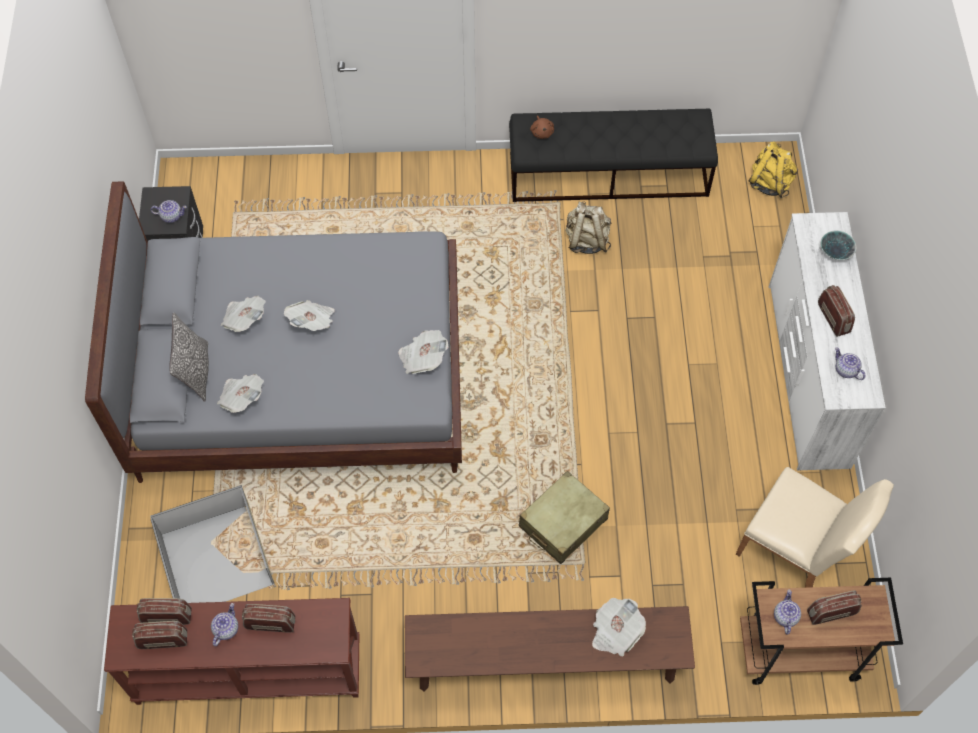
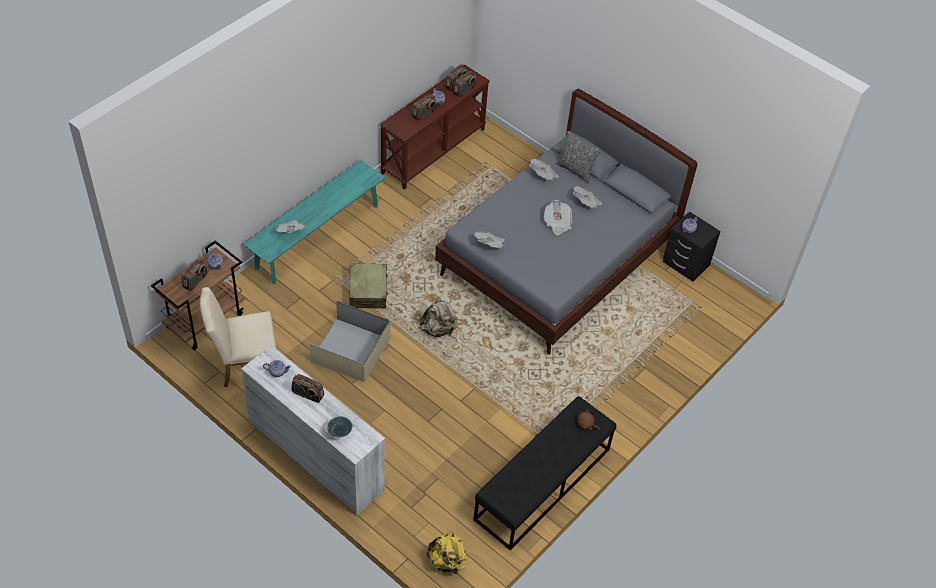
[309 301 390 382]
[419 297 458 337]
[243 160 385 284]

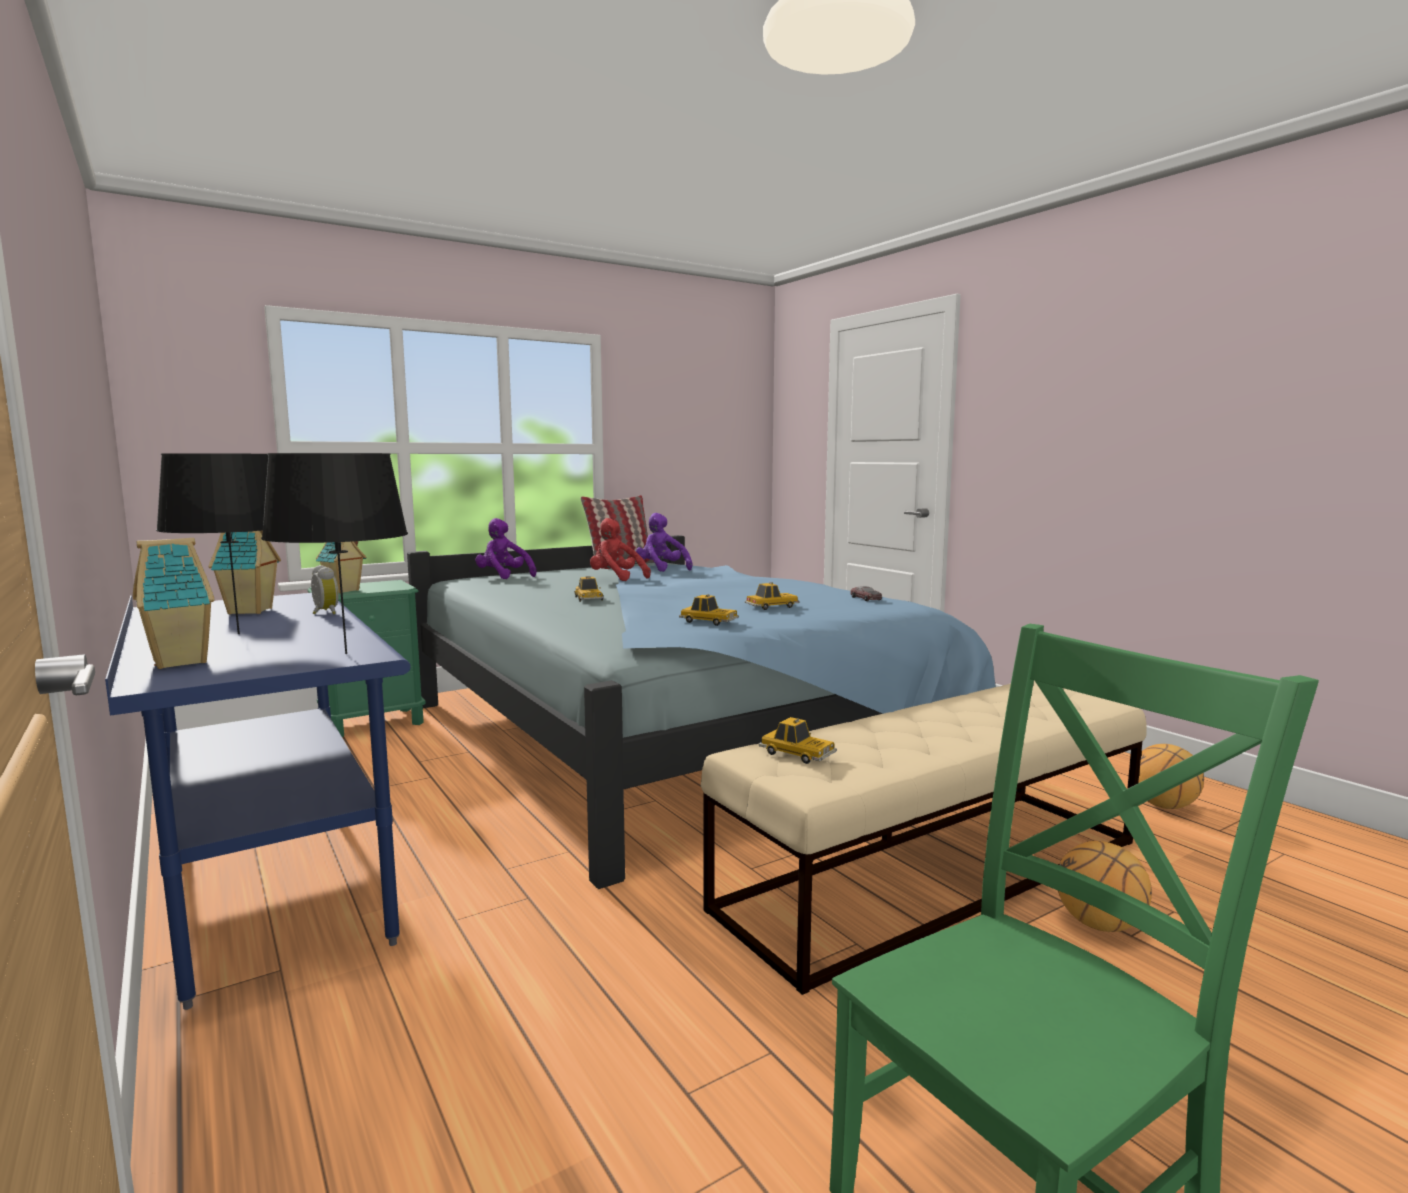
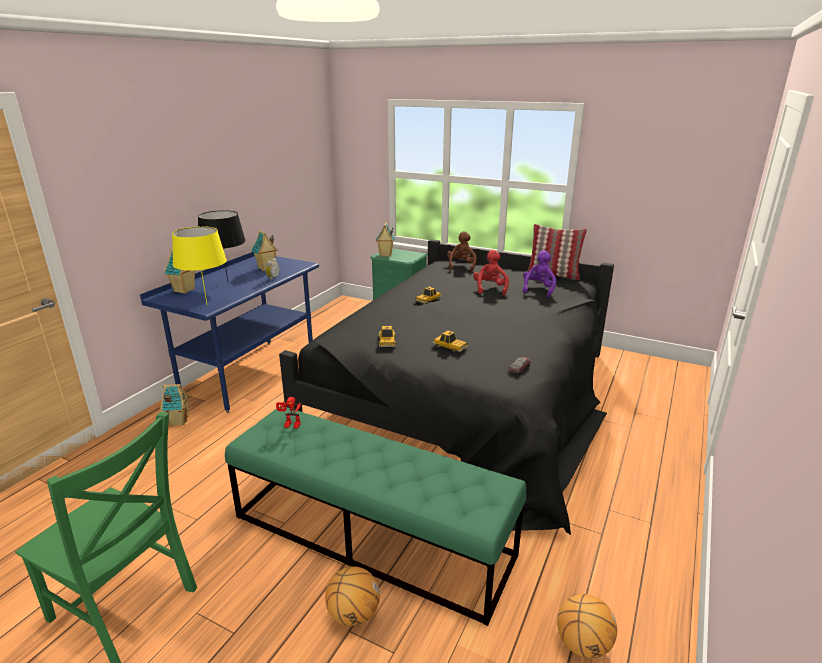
[160 384 189 426]
[276 397 303 429]
[172 226 227 303]
[279 239 614 535]
[447 231 477 272]
[225 406 527 626]

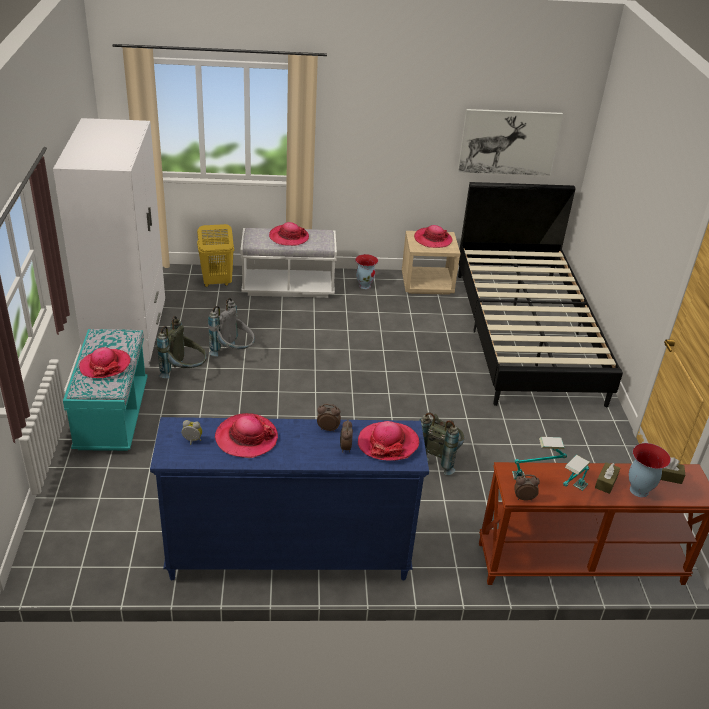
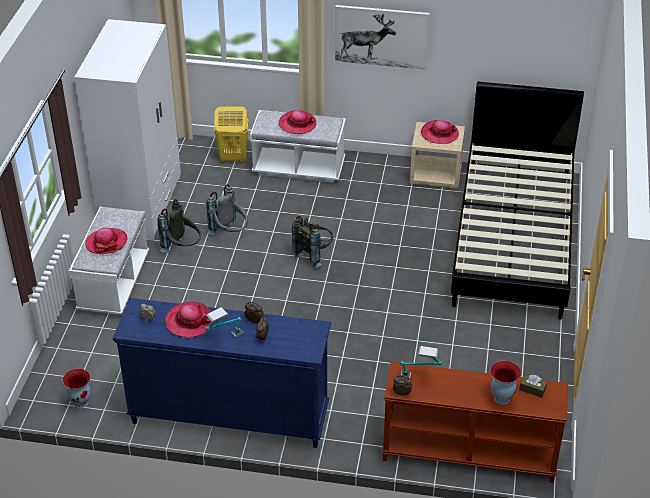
[358 421 419 461] (first image)
[595 462 620 494] (first image)
[63 369 91 408]
[292 216 334 268]
[335 5 430 70]
[205 307 244 337]
[69 207 149 315]

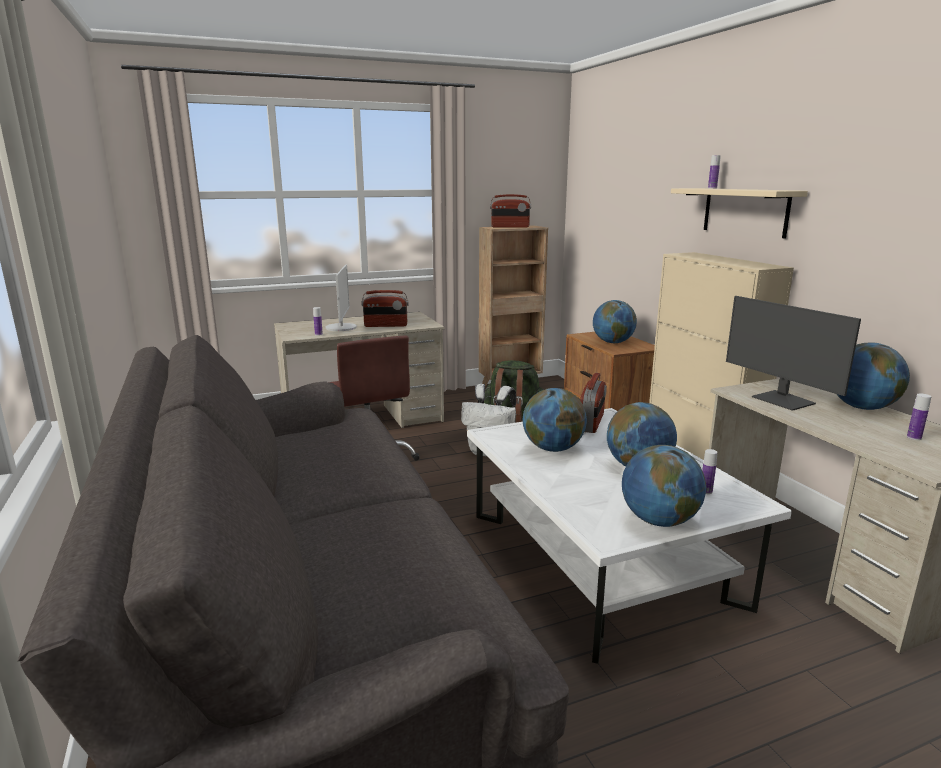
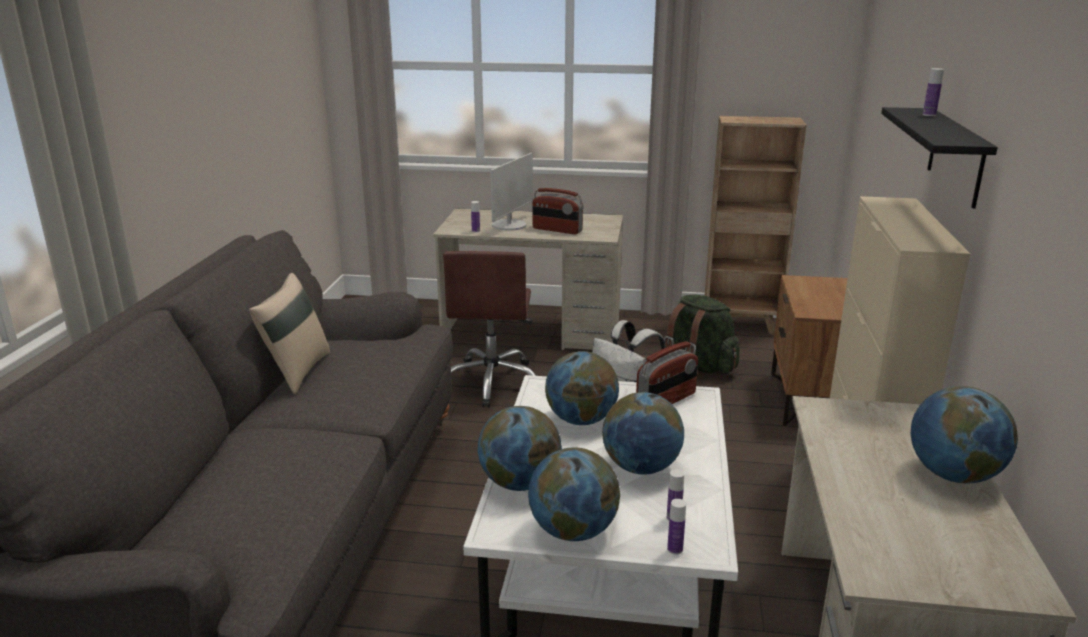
[490 194 531 228] (first image)
[726 296 861 411] (first image)
[249 273 330 394]
[478 406 562 491]
[667 499 686 555]
[881 107 998 209]

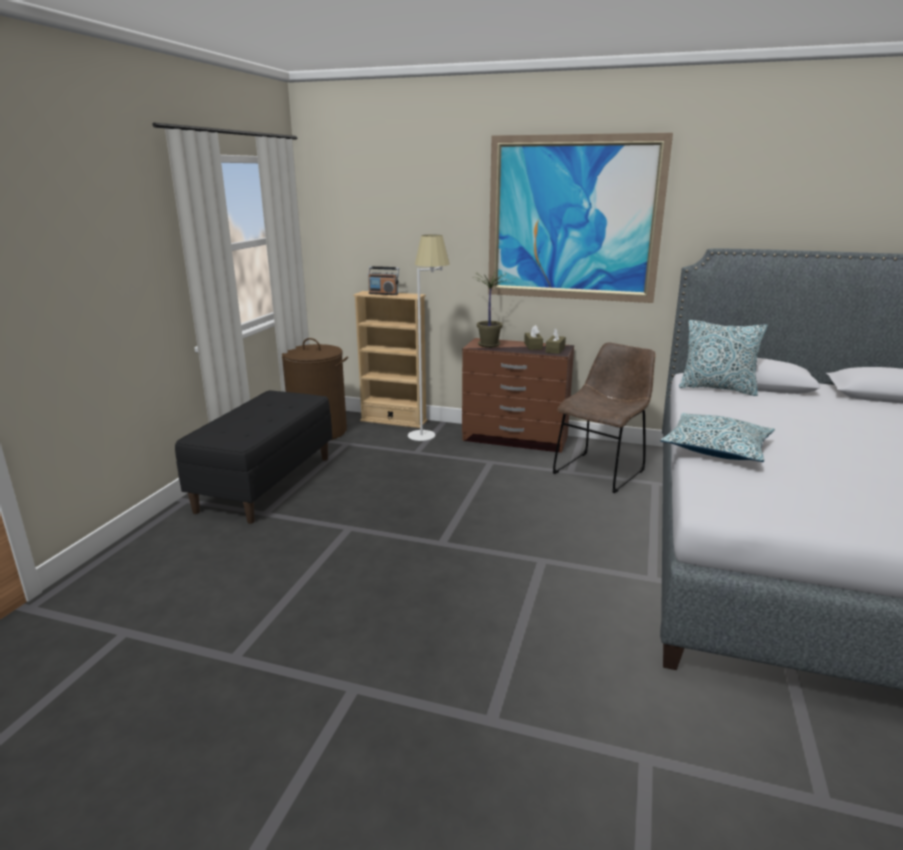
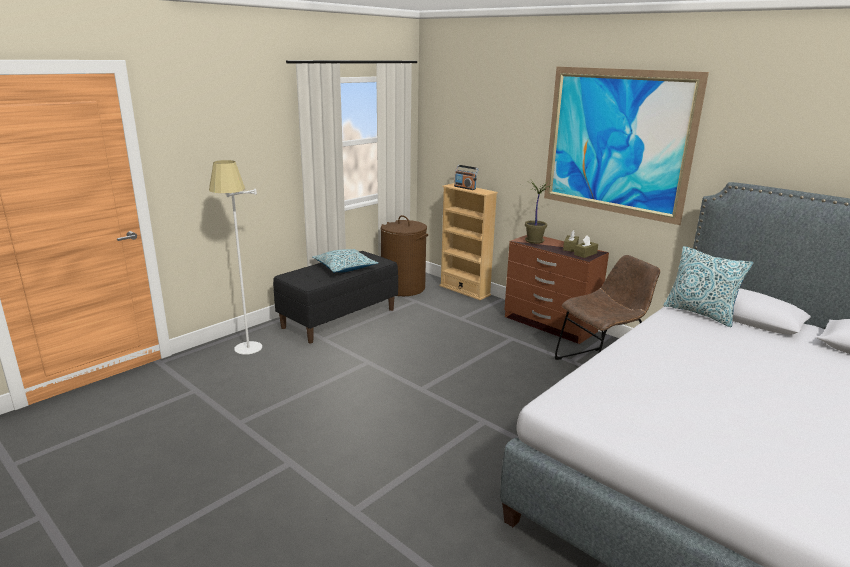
[209 160 262 355]
[312 249 378 273]

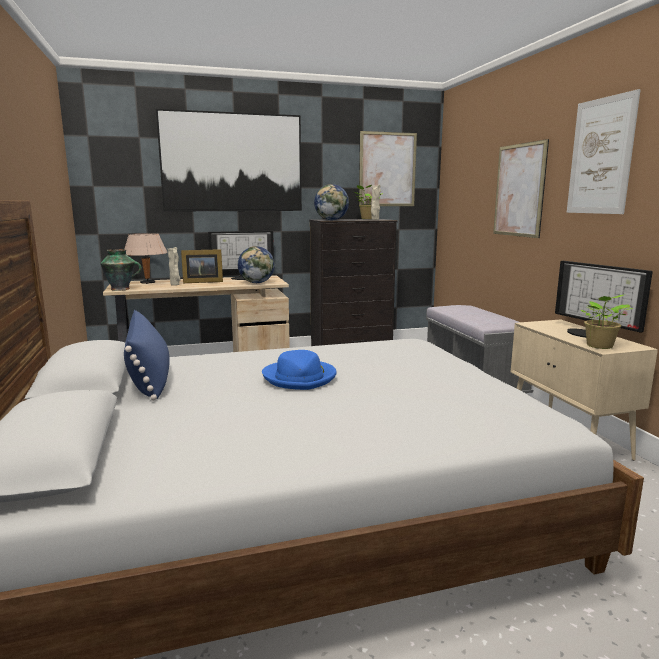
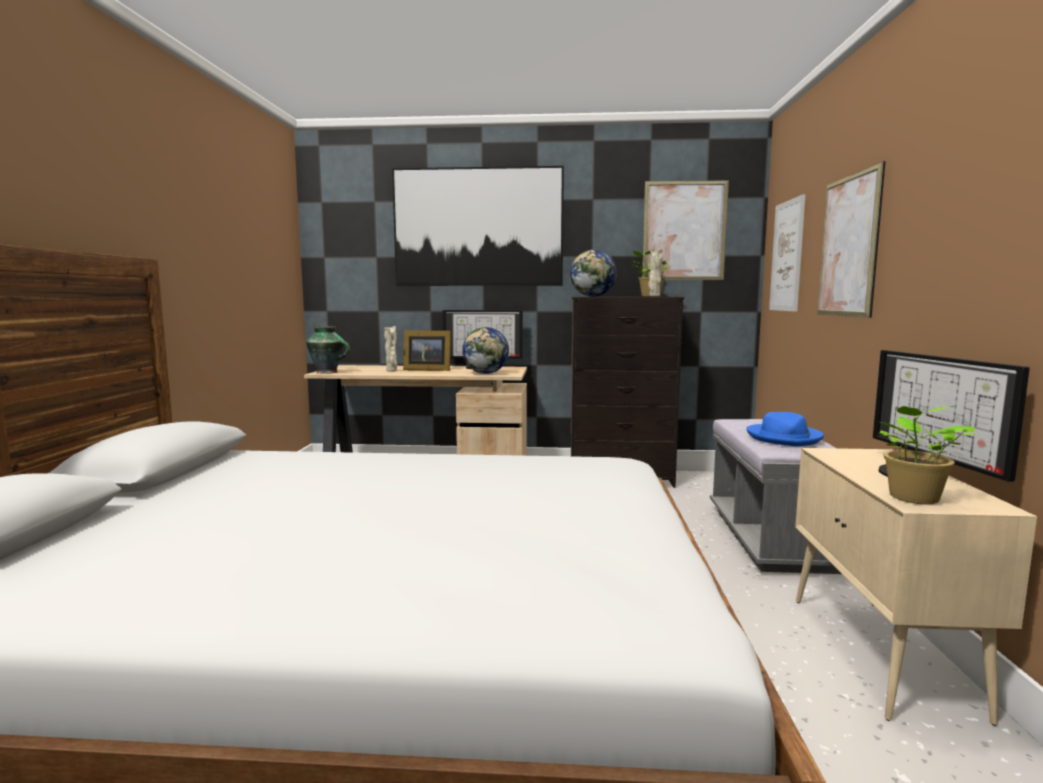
[124 233 168 284] (first image)
[124 310 170 401] (first image)
[746 412 824 446]
[769 194 806 312]

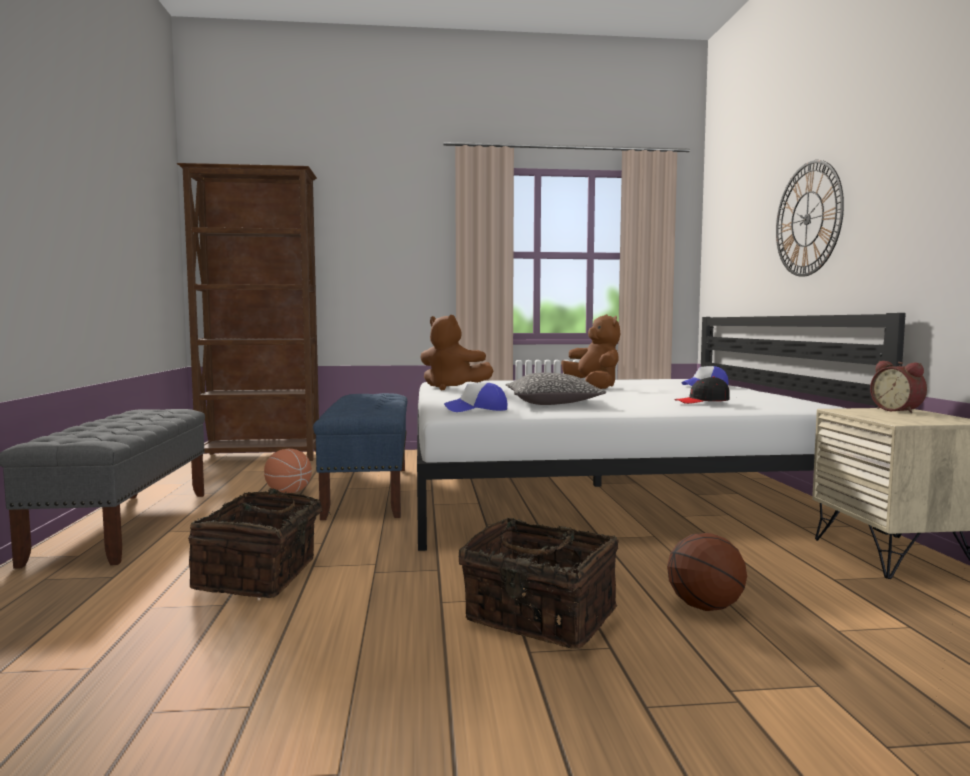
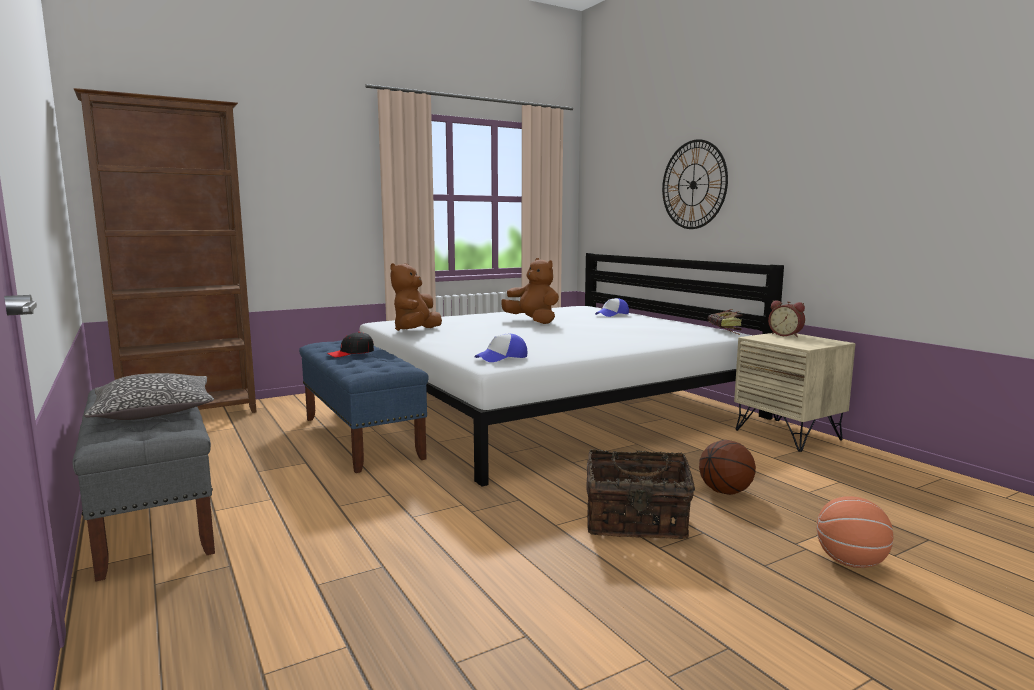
[188 488 339 598] (first image)
[708 309 742 335]
[817 496 894 568]
[84 373 214 420]
[327 332 374 357]
[391 263 442 331]

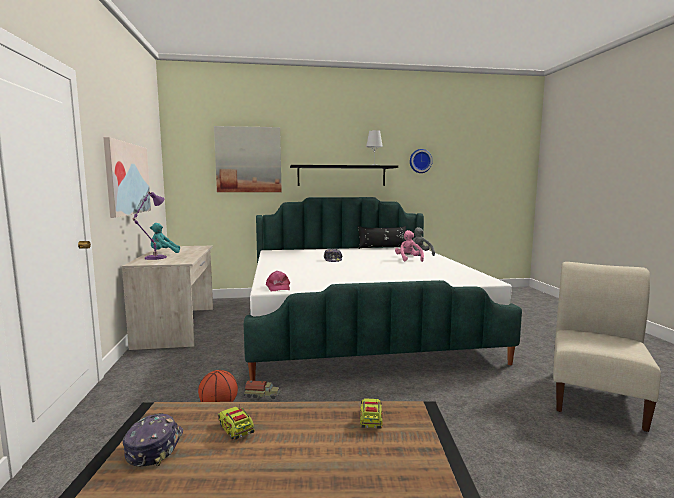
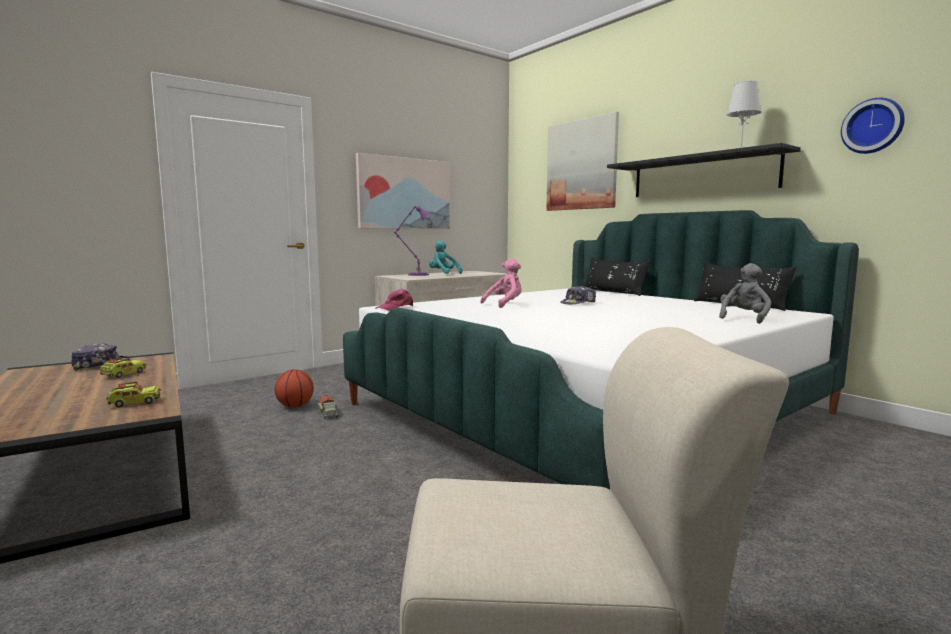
[584 257 650 296]
[480 259 522 308]

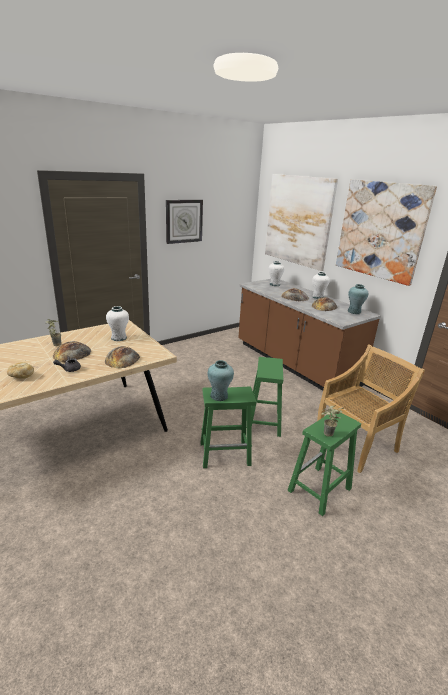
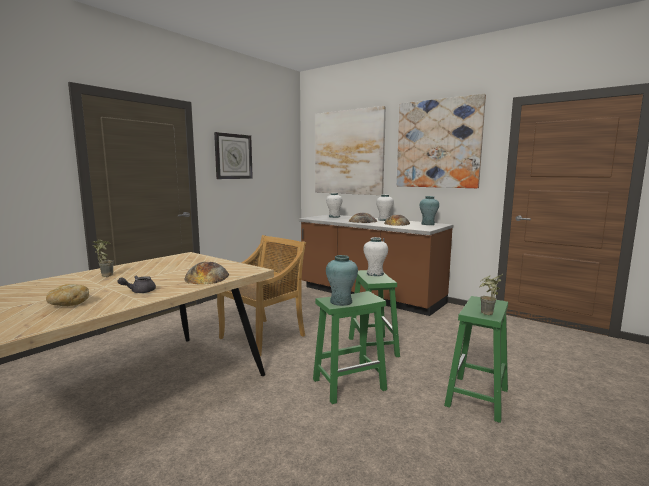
[53 341 91 363] (first image)
[363 237 388 276]
[217 235 306 356]

